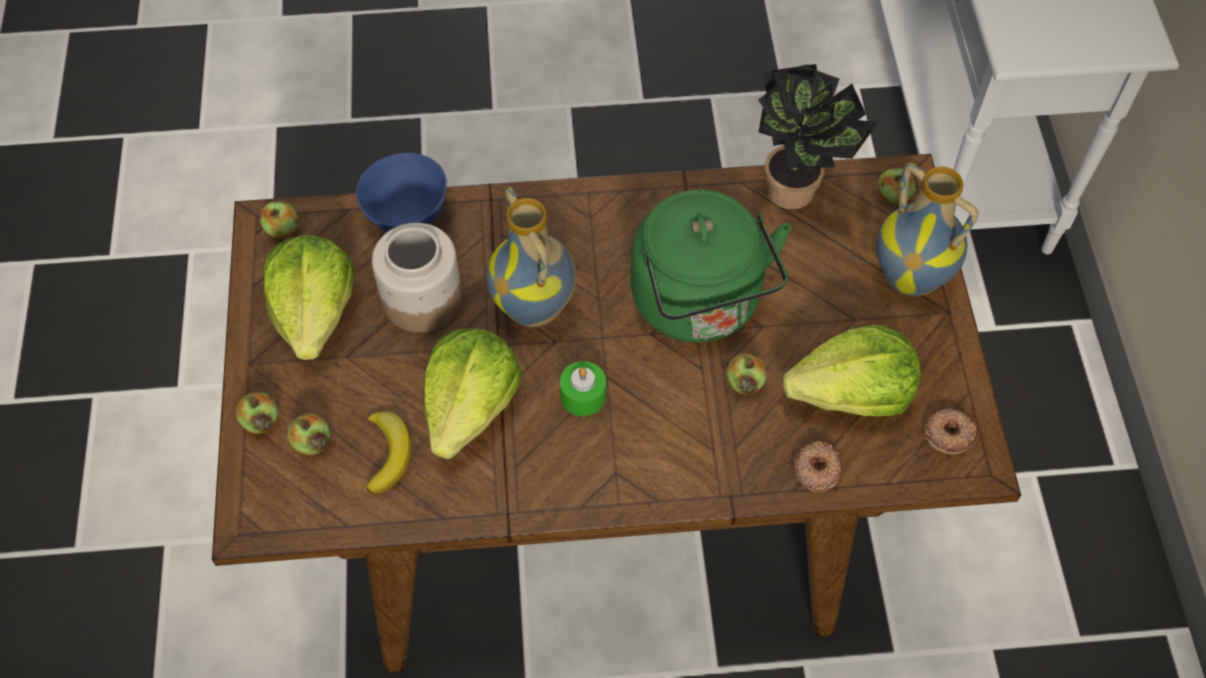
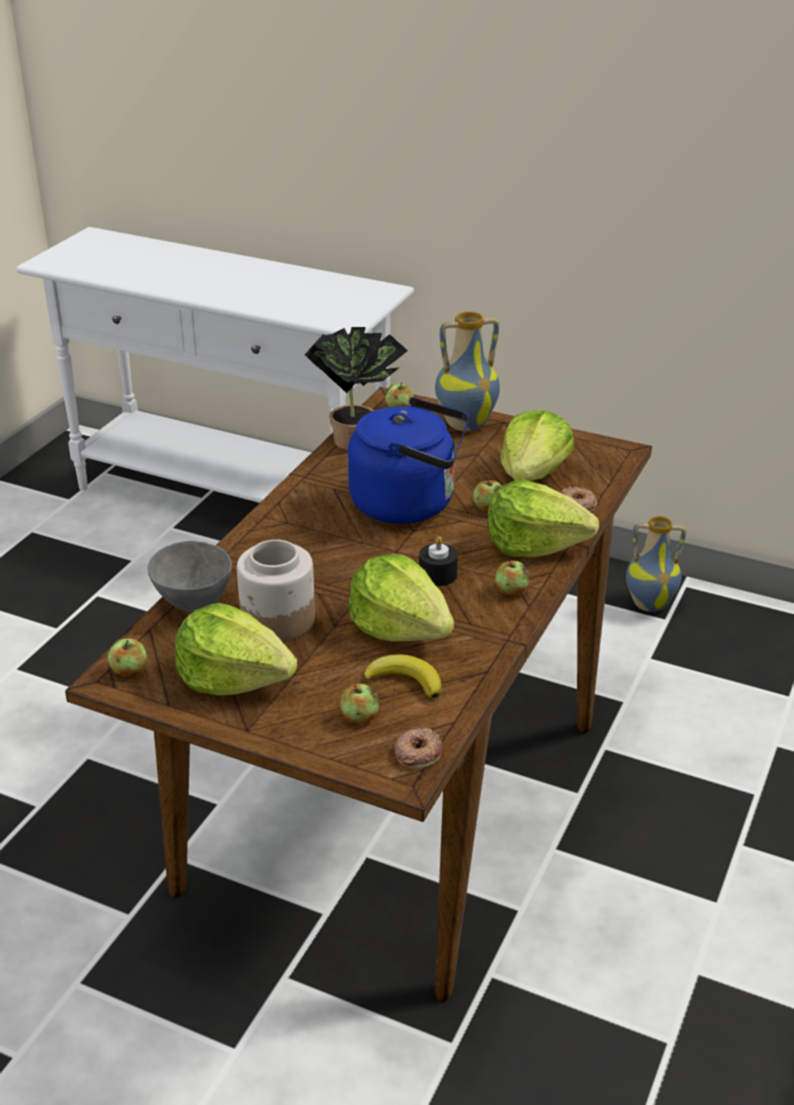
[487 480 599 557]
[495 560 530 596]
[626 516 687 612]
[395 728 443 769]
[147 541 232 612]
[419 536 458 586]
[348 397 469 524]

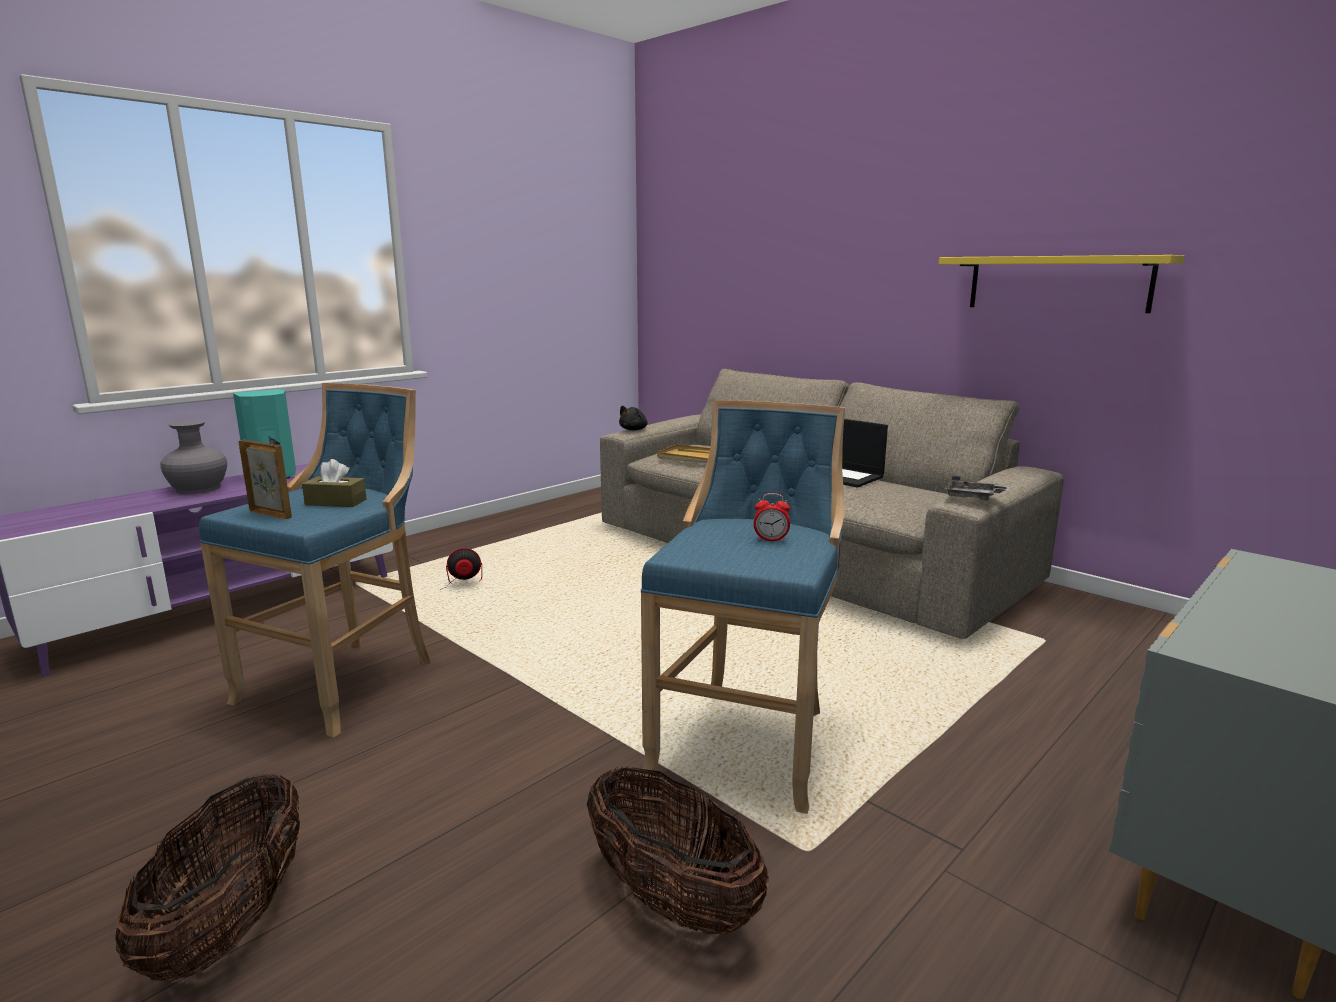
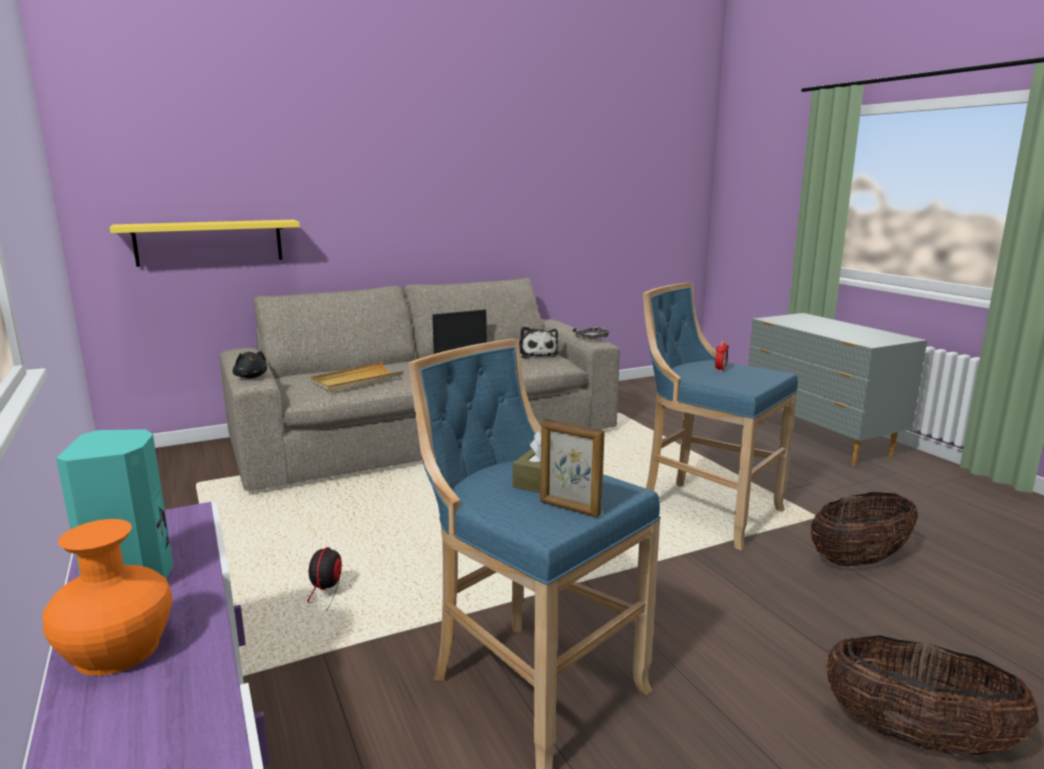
[519 326 558 359]
[110 220 300 267]
[42 519 172 676]
[540 418 605 517]

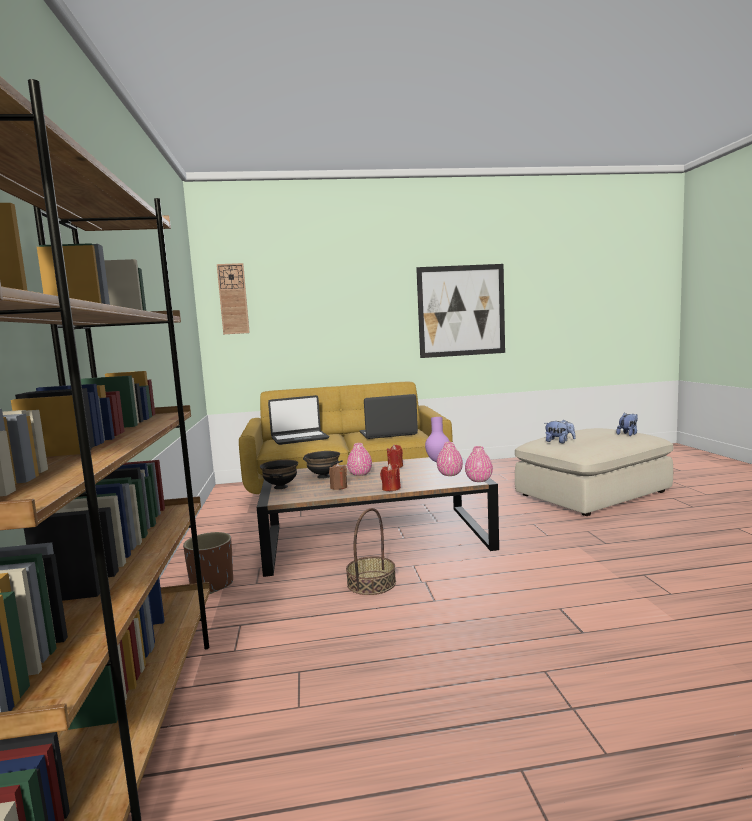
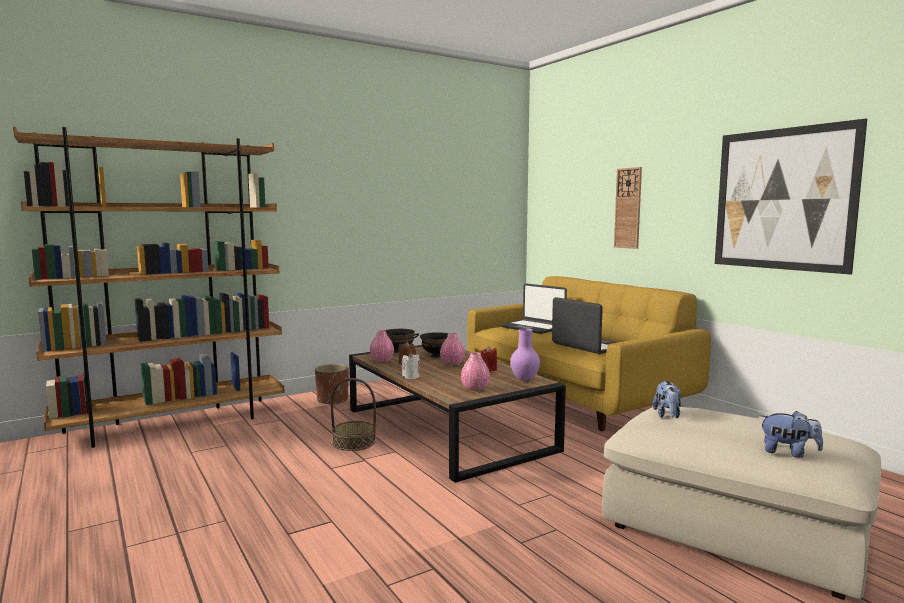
[614 167 642 249]
[370 330 394 362]
[402 352 420 379]

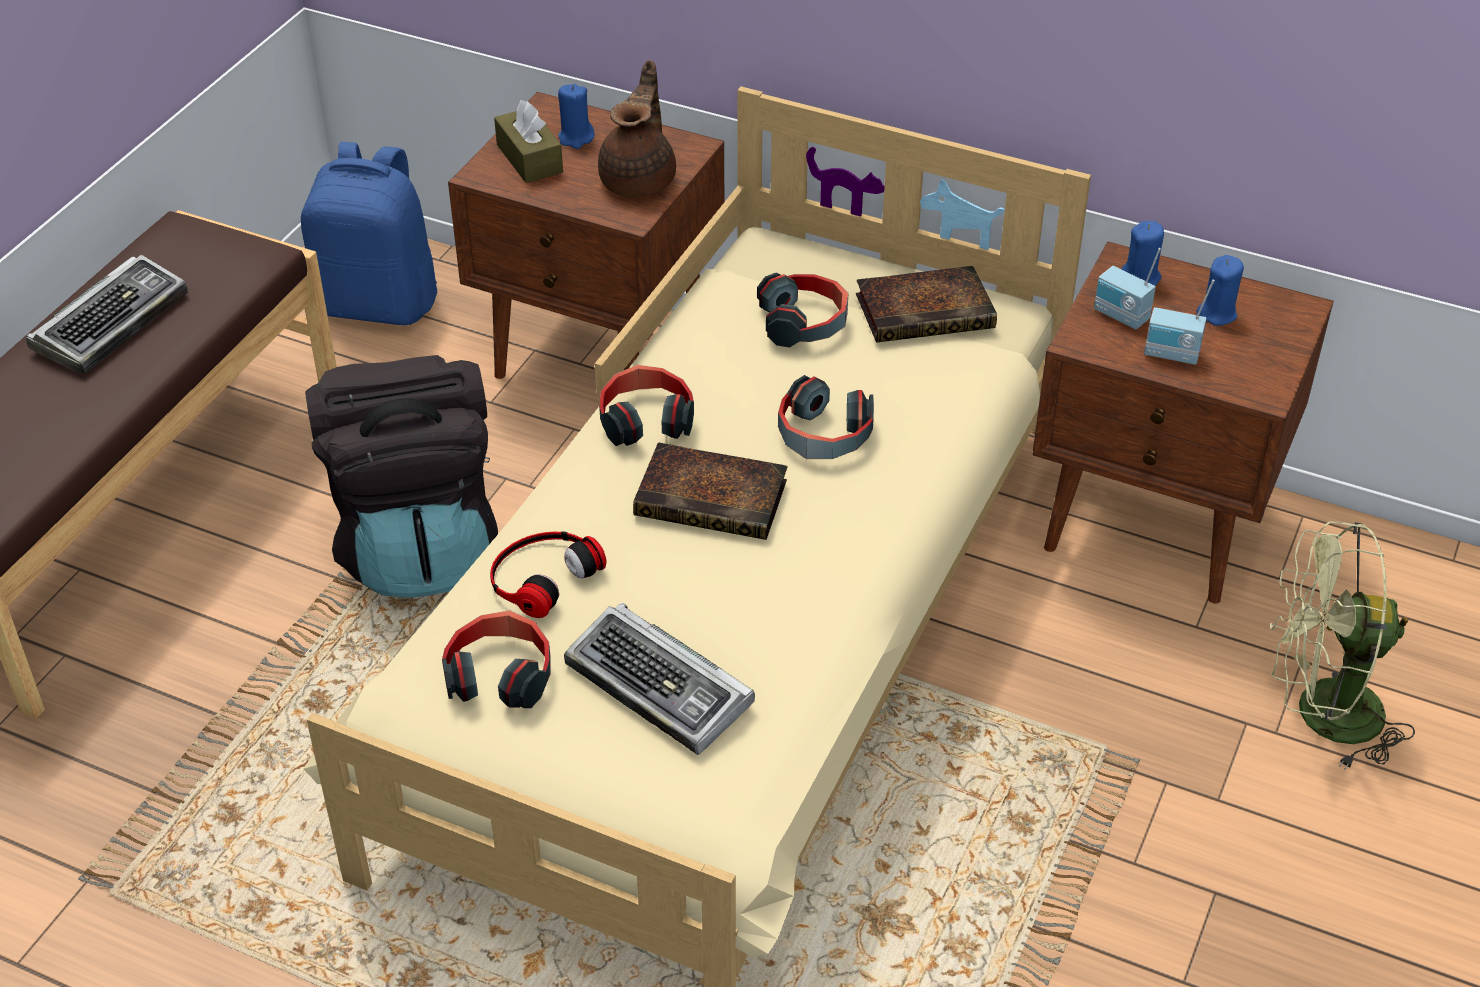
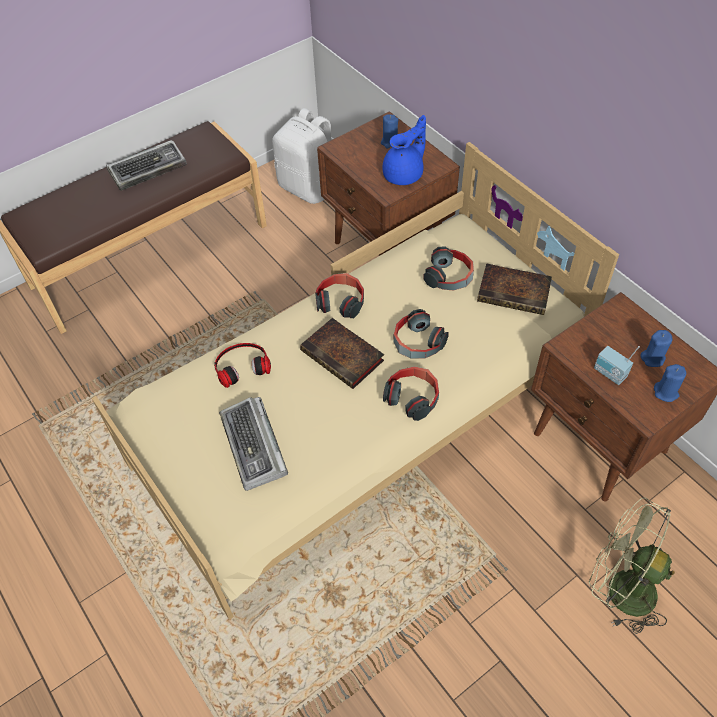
[305 355 498 598] (first image)
[494 100 563 183] (first image)
[1094 248 1161 330] (first image)
[383 366 439 421]
[654 364 686 402]
[272 108 331 204]
[382 115 426 185]

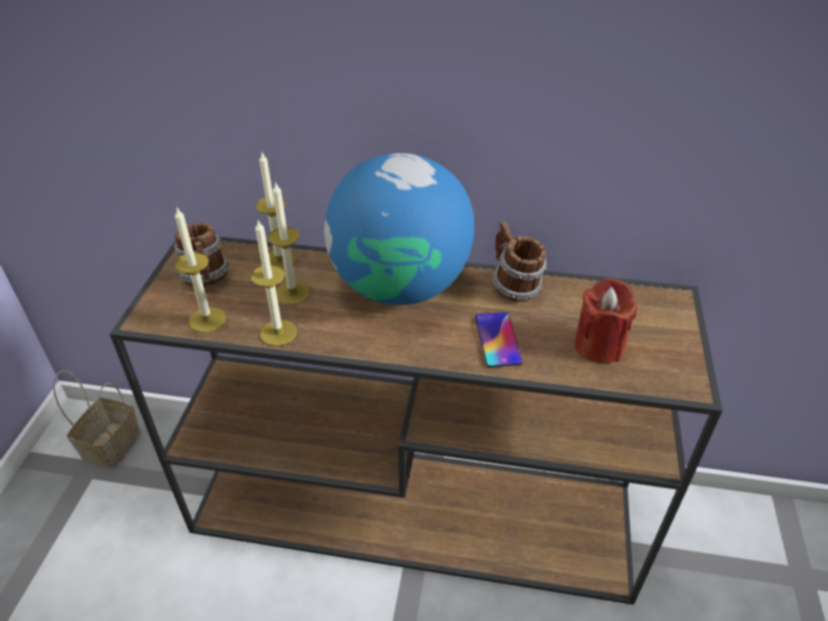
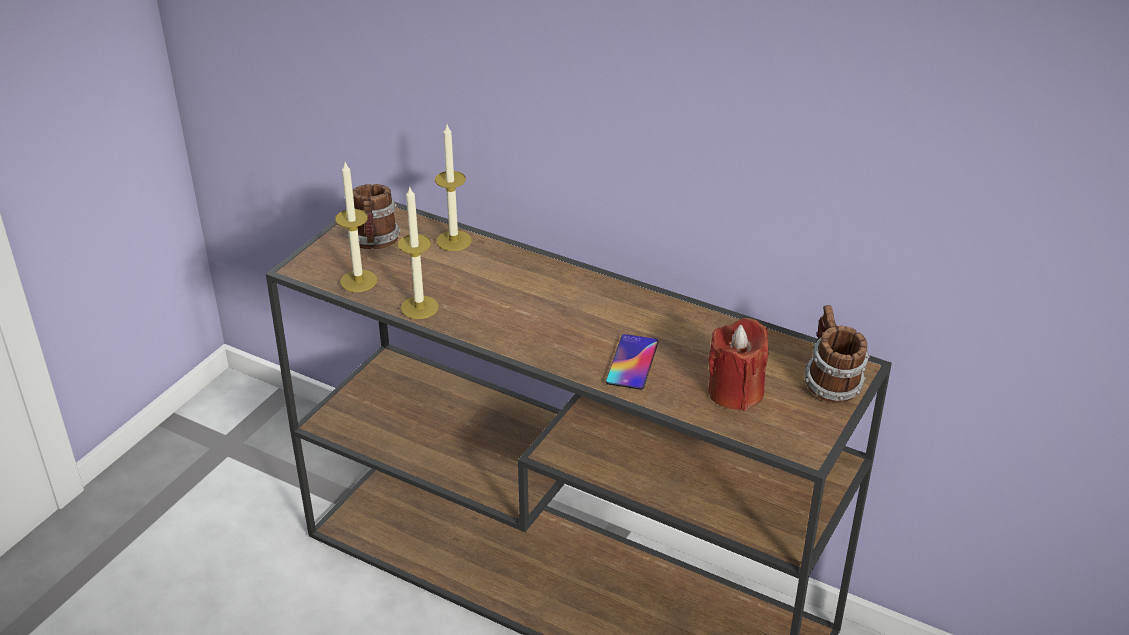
[53 370 141 469] (first image)
[268 181 310 305] (first image)
[324 153 474 305] (first image)
[804 305 870 403]

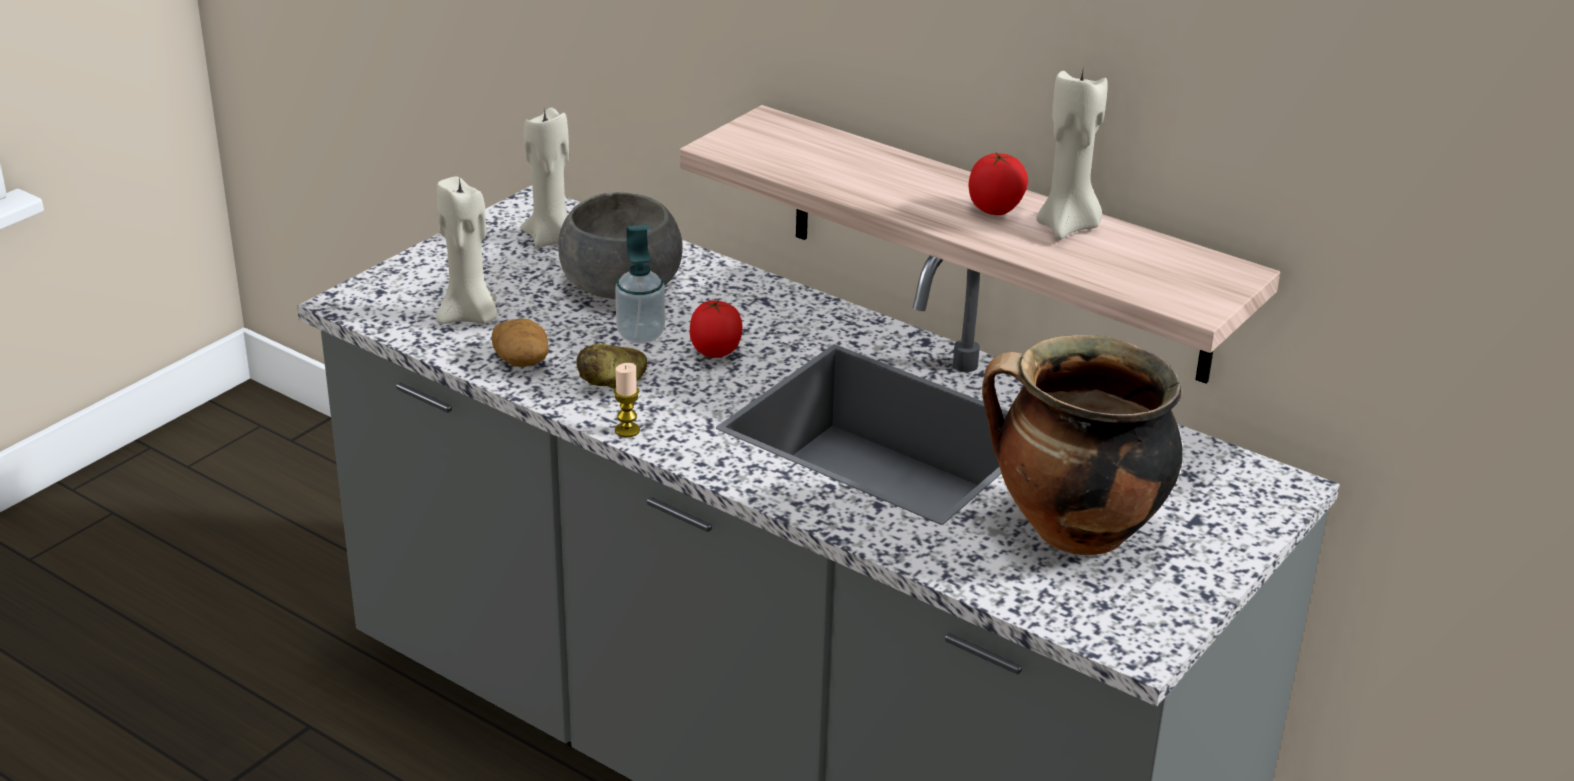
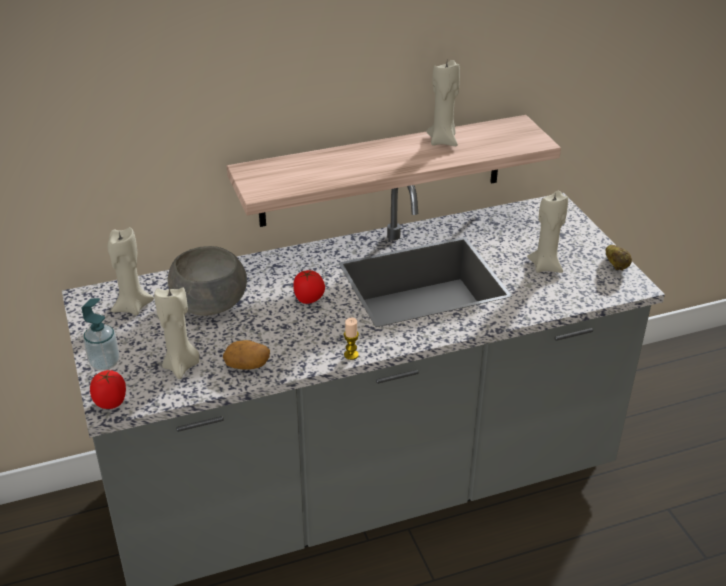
[606 245 632 270]
[82 298 119 371]
[90 370 126 409]
[527 191 568 273]

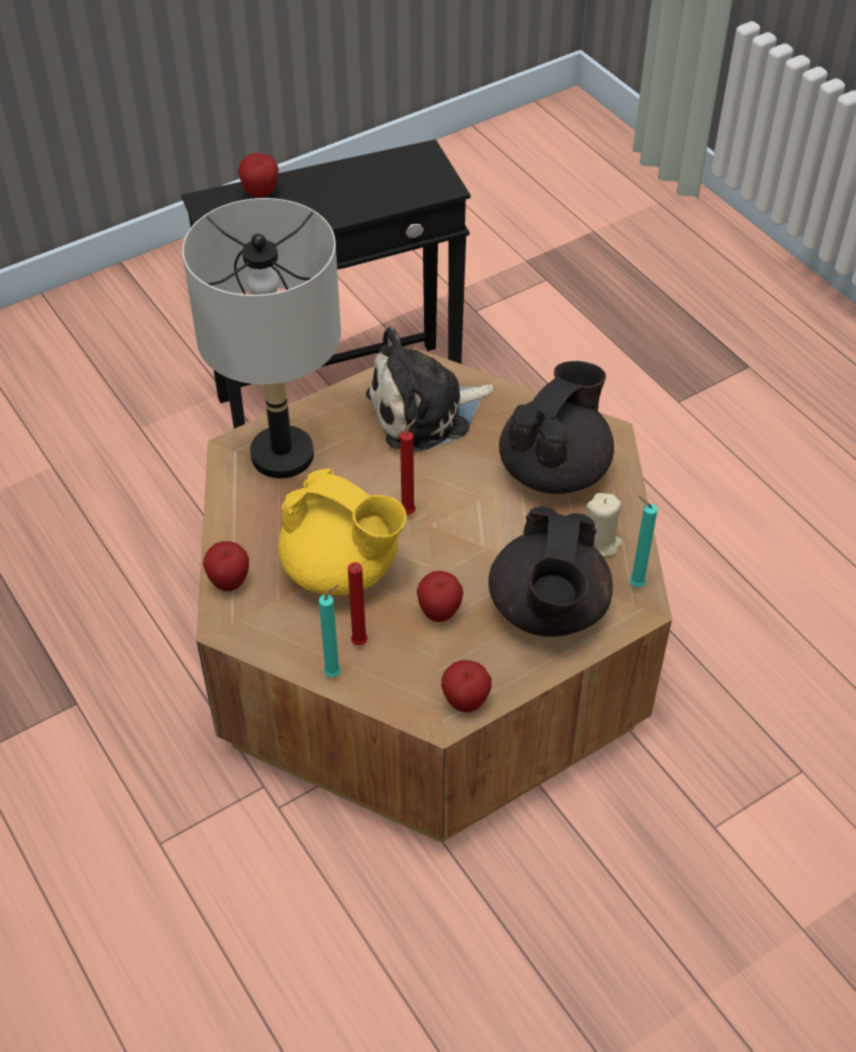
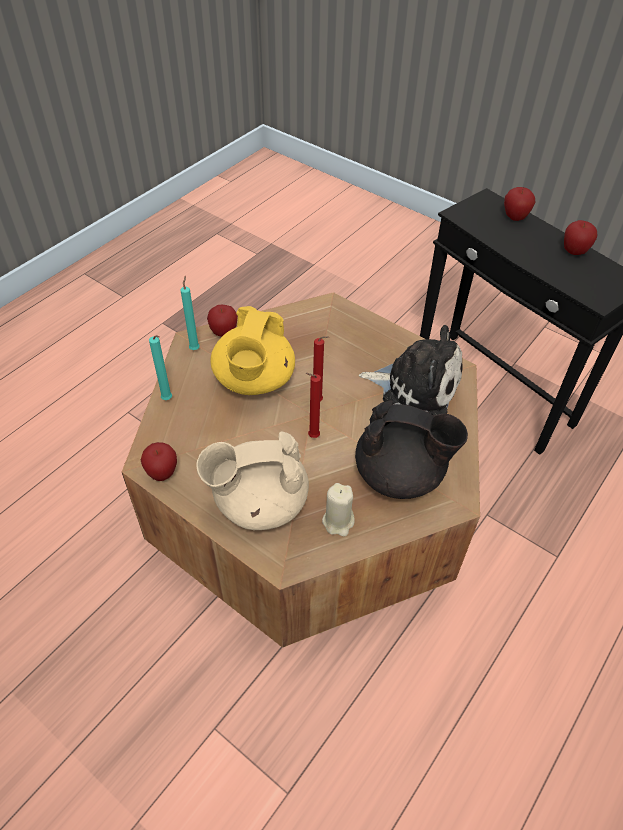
[182 198 341 478] (first image)
[305 373 321 438]
[564 220 597 255]
[181 276 200 350]
[196 431 309 530]
[359 325 463 416]

